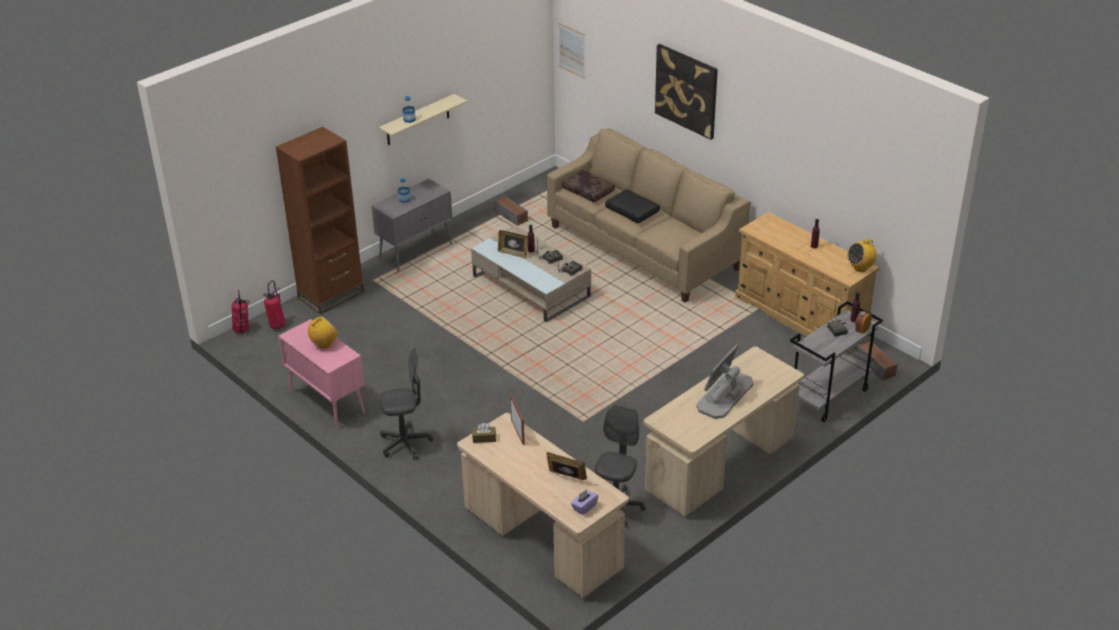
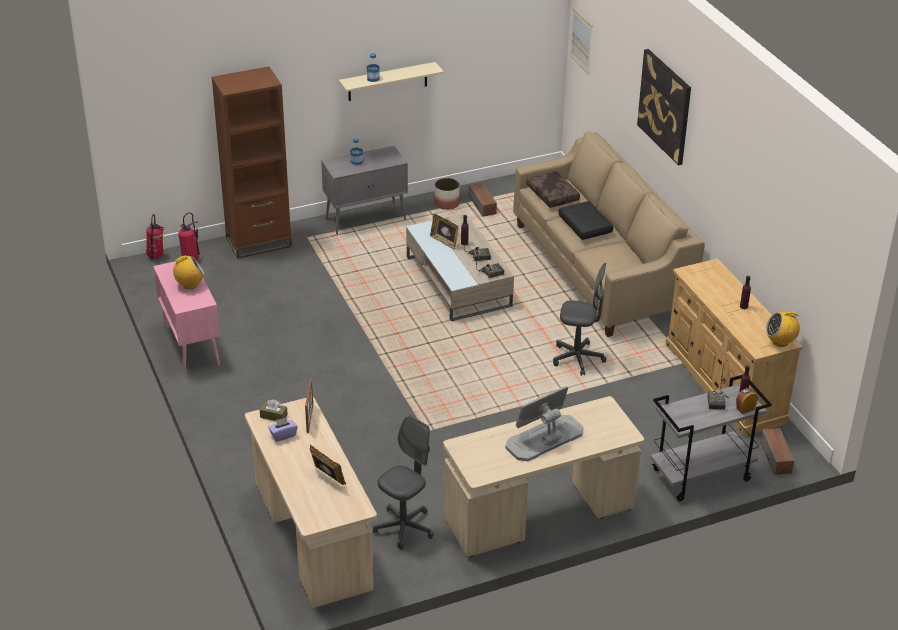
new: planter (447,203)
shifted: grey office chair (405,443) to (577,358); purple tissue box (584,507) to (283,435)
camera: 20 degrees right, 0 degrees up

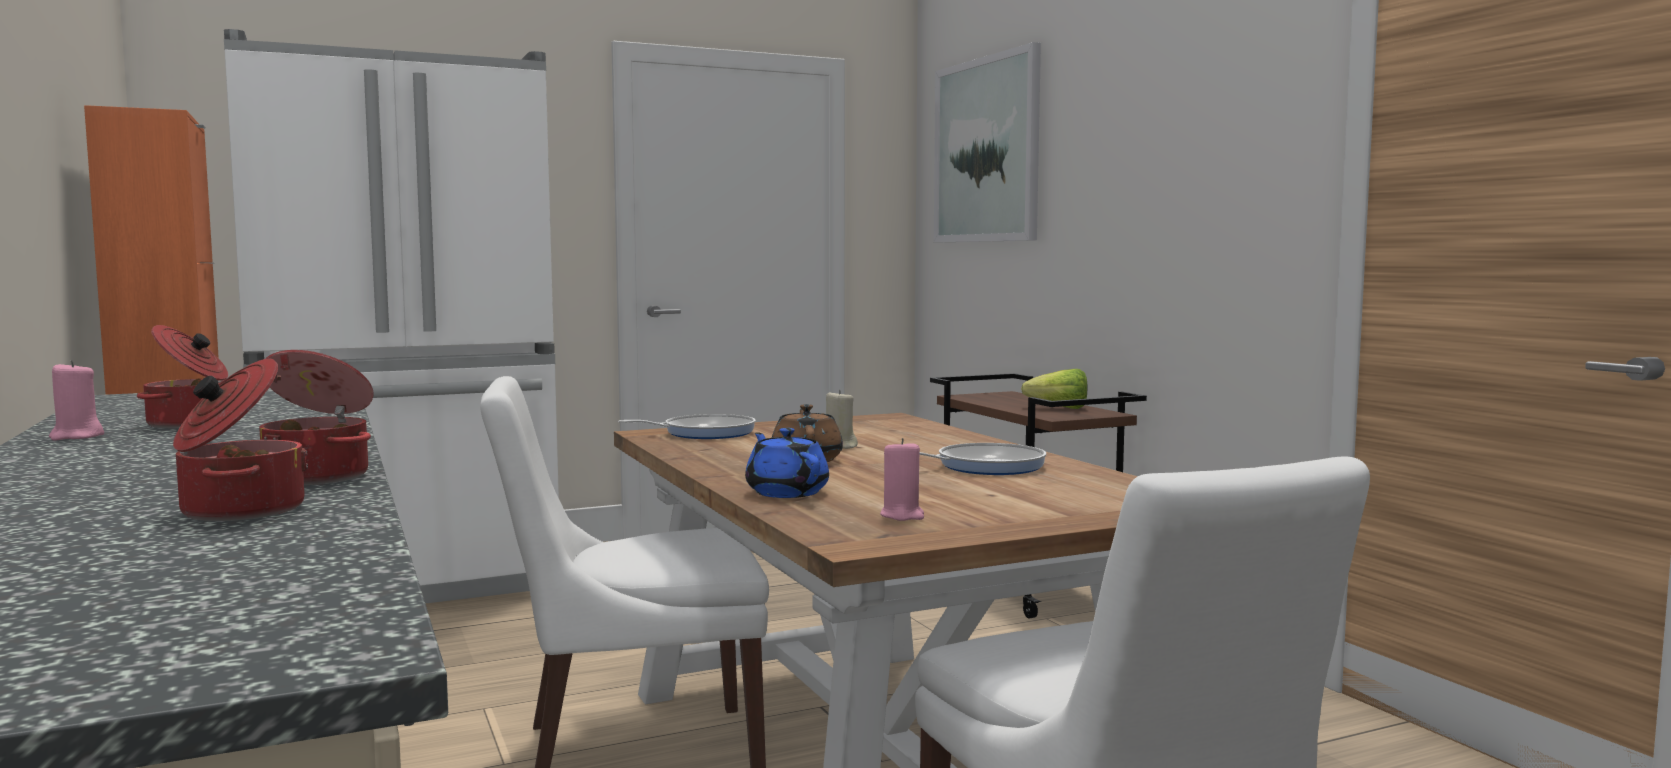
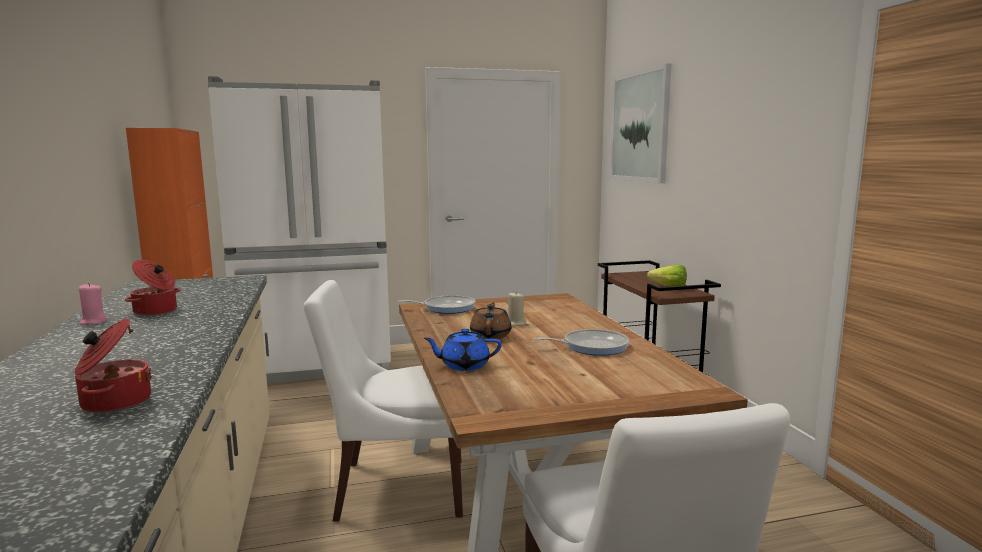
gone: cooking pot (319,477); pink candle (902,516)
rotated: blue teapot (786,492) = (464,365) 75 degrees counterclockwise
camera: 10 degrees right, 5 degrees up

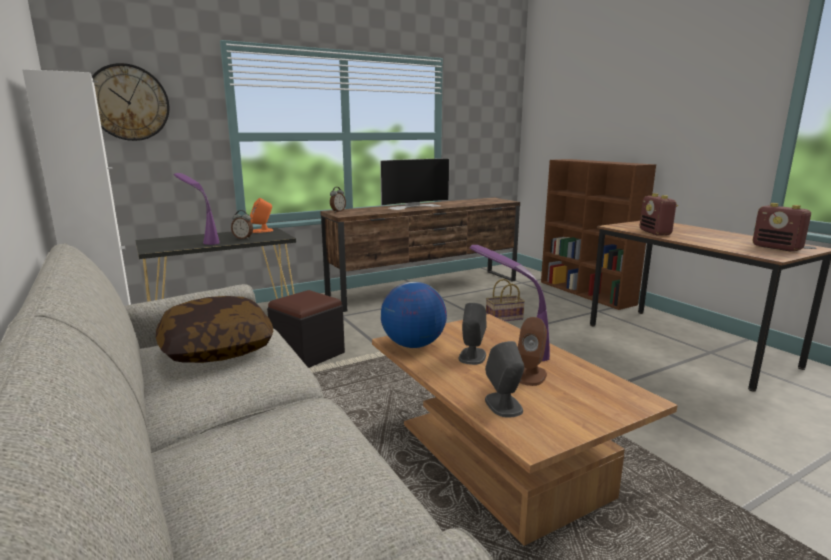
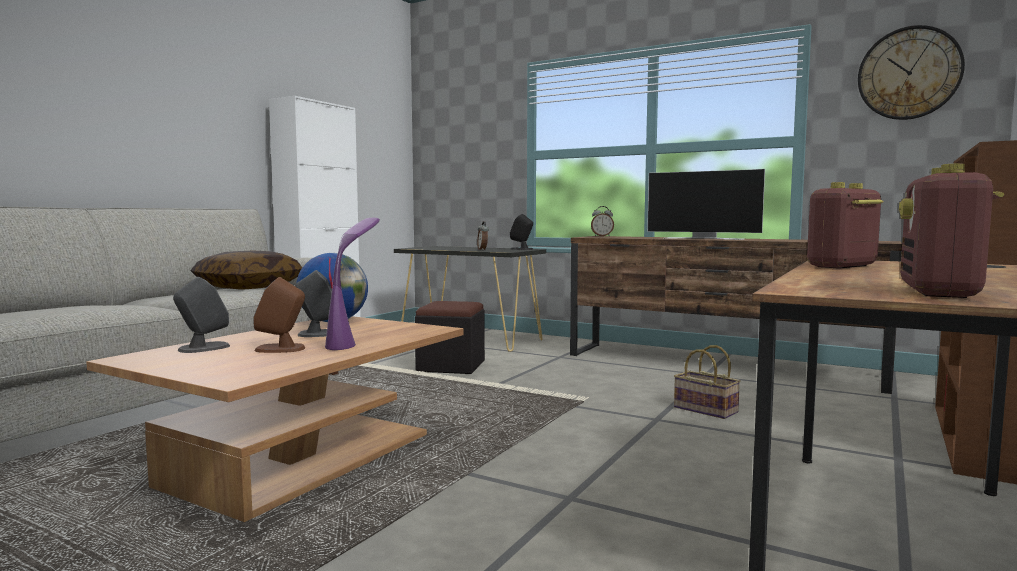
gone: purple table lamp (199,240)
shifted: wall clock (128,102) to (909,73)
repainted: orange speaker (262,231) to black speaker (521,249)
camera: 60 degrees right, 10 degrees down

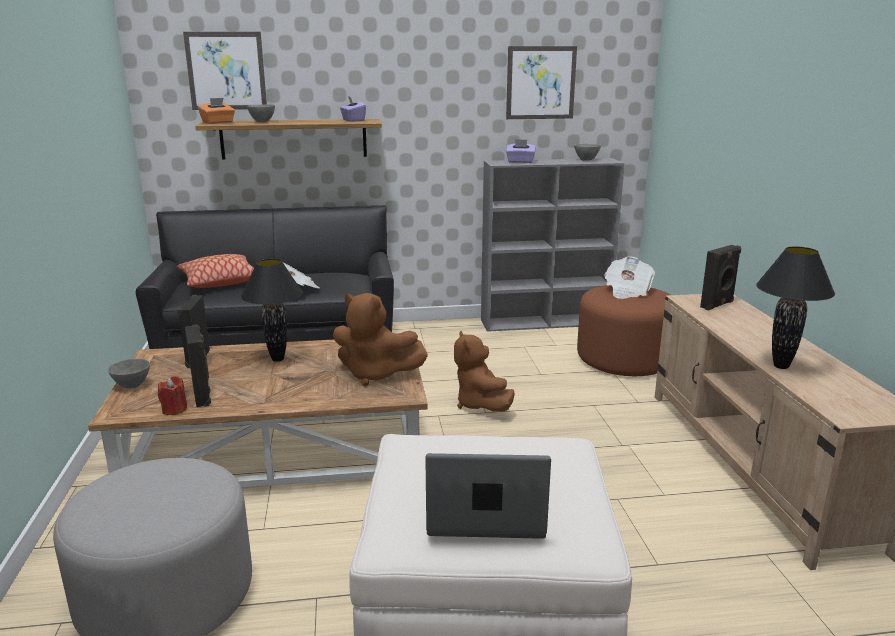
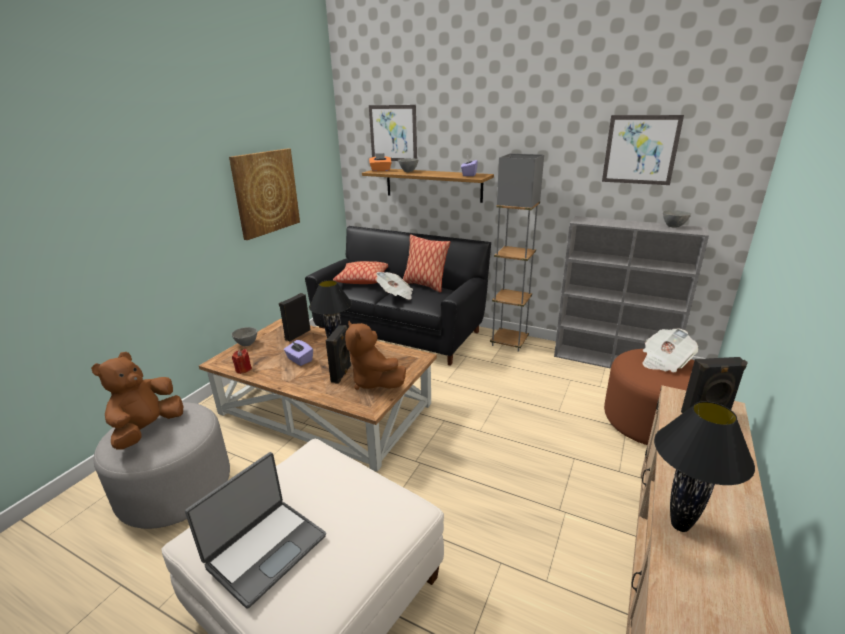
new: picture (266,192); grey floor lamp (509,342); pillow (425,285)
shifted: purple tissue box (520,162) to (299,360); black speaker (202,396) to (342,374); brown plush toy (480,404) to (148,430)
rotated: laptop (485,514) = (265,549) 90 degrees clockwise
camera: 35 degrees right, 5 degrees up

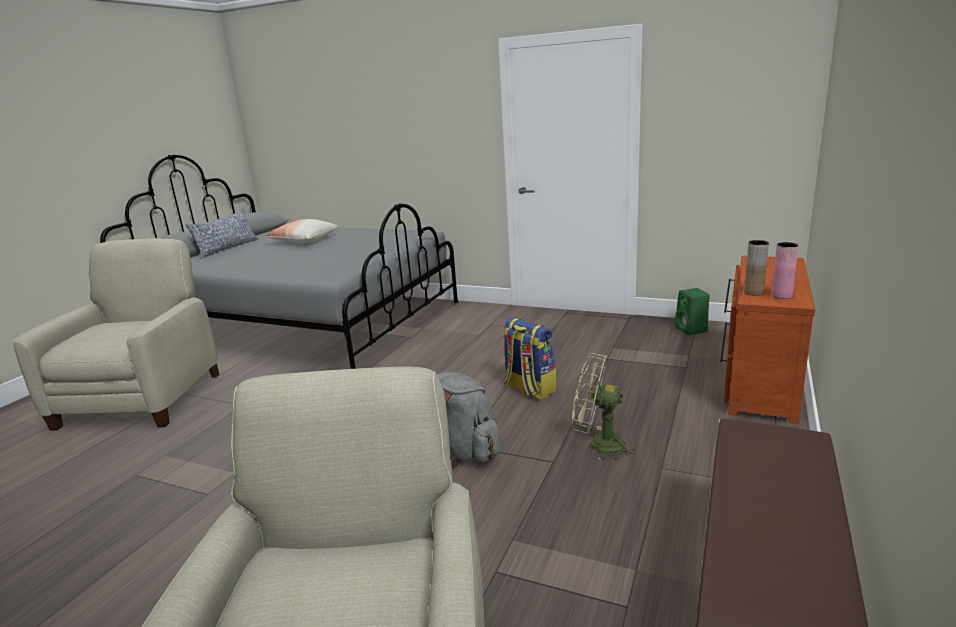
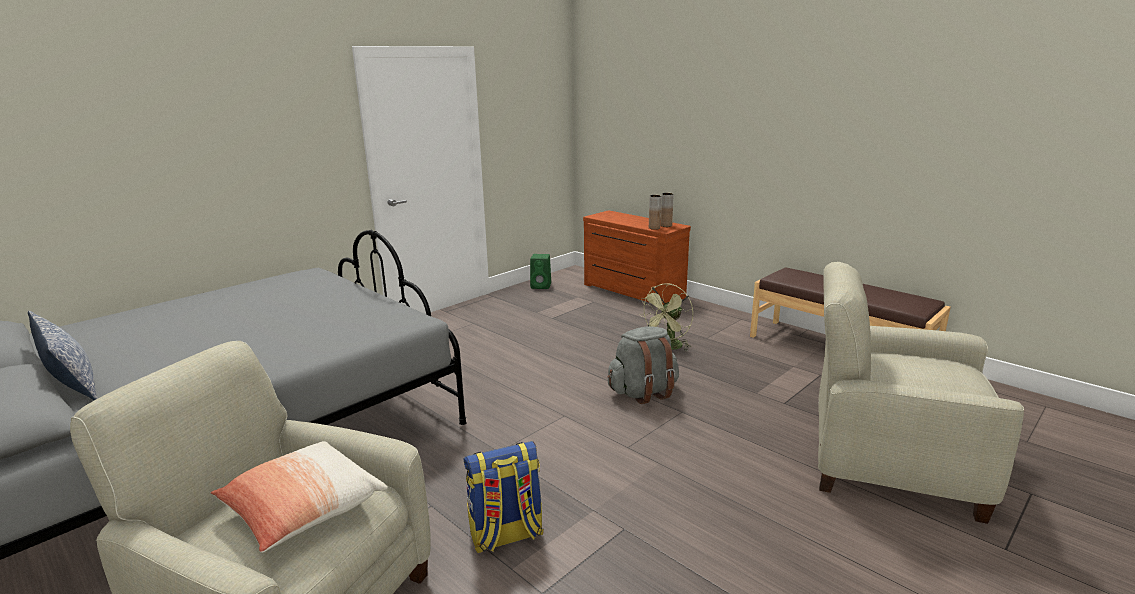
shifted: pillow (303,241) to (302,510); backpack (528,389) to (506,535)
repainted: pink vase (781,296) to brown vase (666,225)
camera: 70 degrees left, 0 degrees up

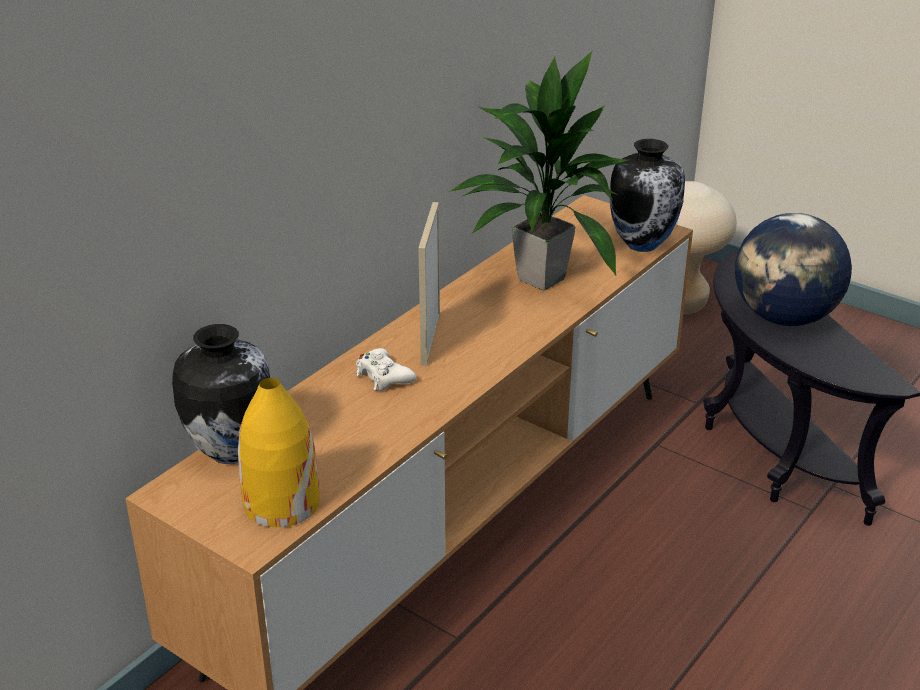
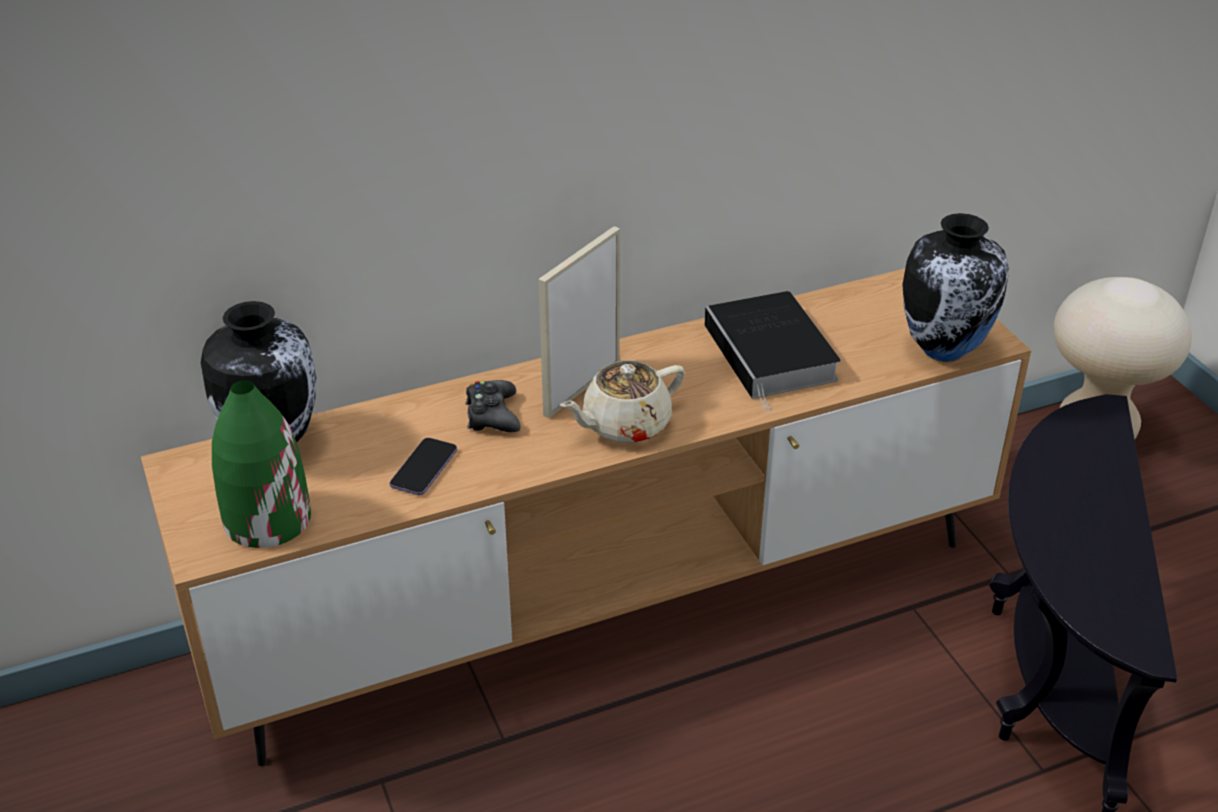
gone: globe (785,317)
new: beige teapot (624,425); phone (424,469)
swapped: potted plant (539,279) to book (773,355)
repainted: white game controller (383,377) to black game controller (492,415); yellow vase (281,503) to green vase (266,519)
camera: 30 degrees right, 5 degrees up

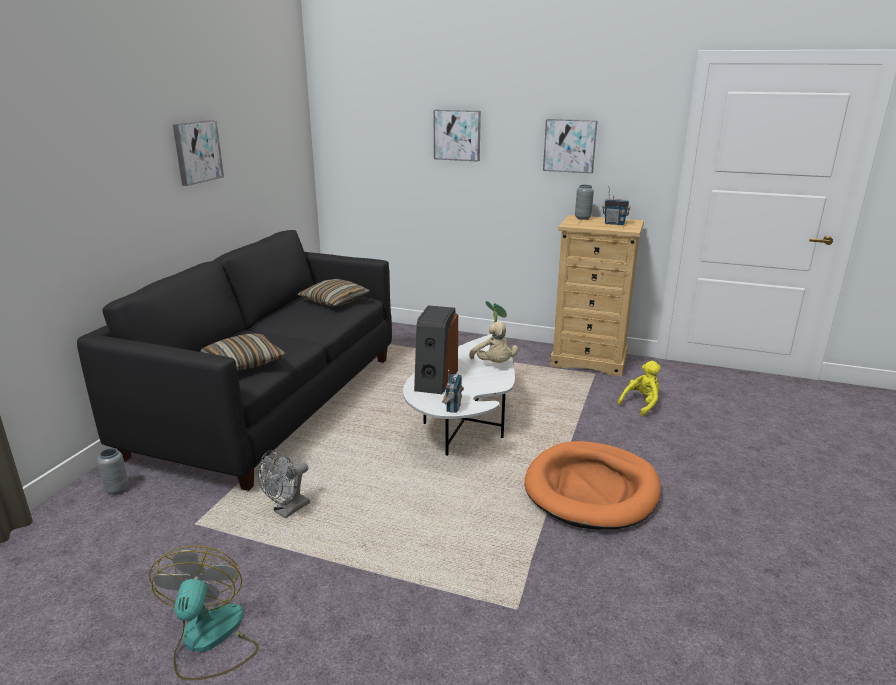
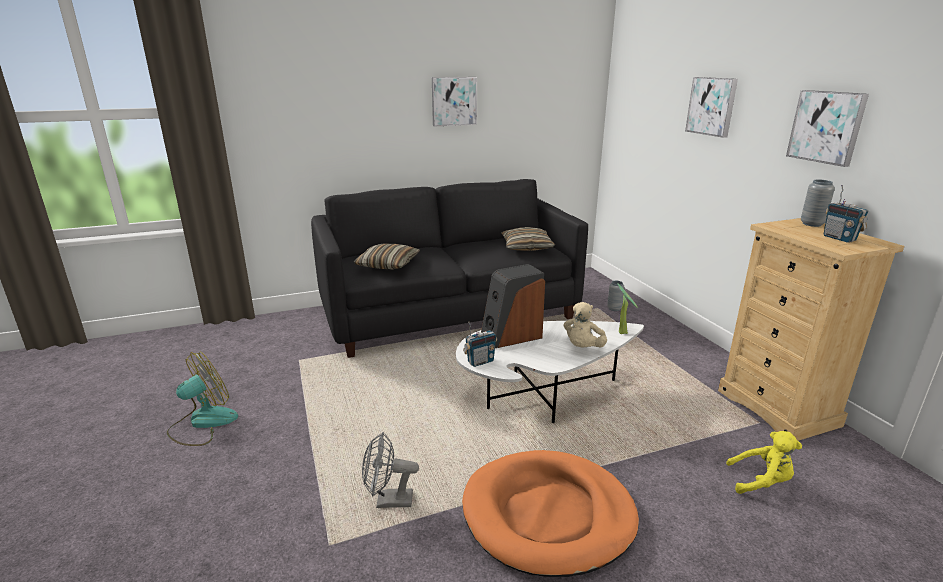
shifted: grey vase (117,489) to (614,308); grey fan (287,510) to (388,501)
camera: 50 degrees right, 0 degrees up

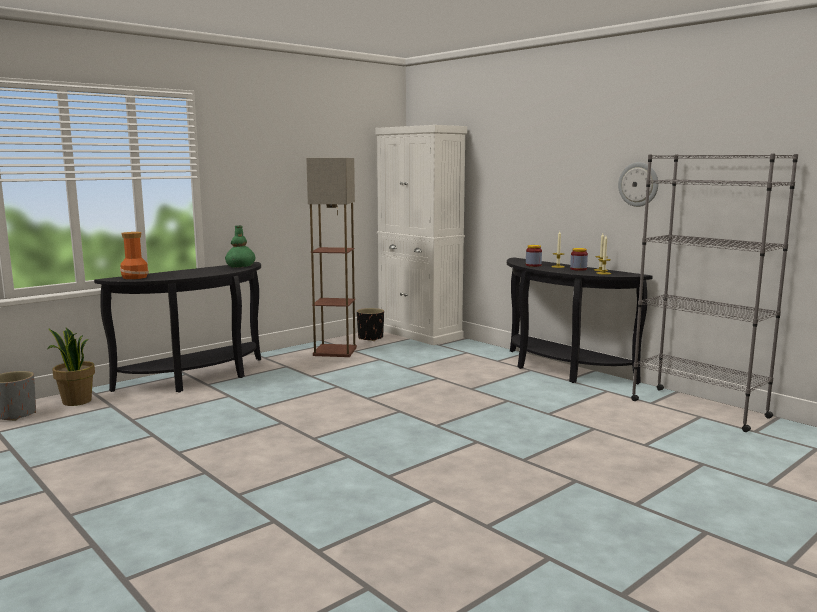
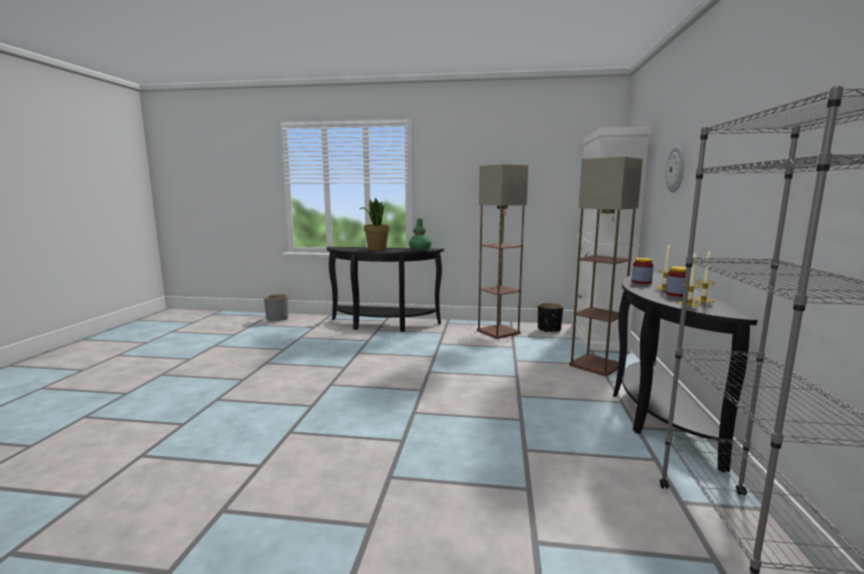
gone: vase (134,277)
new: floor lamp (596,365)
shifted: wall clock (638,184) to (676,169); potted plant (76,401) to (376,249)
camera: 50 degrees right, 0 degrees up

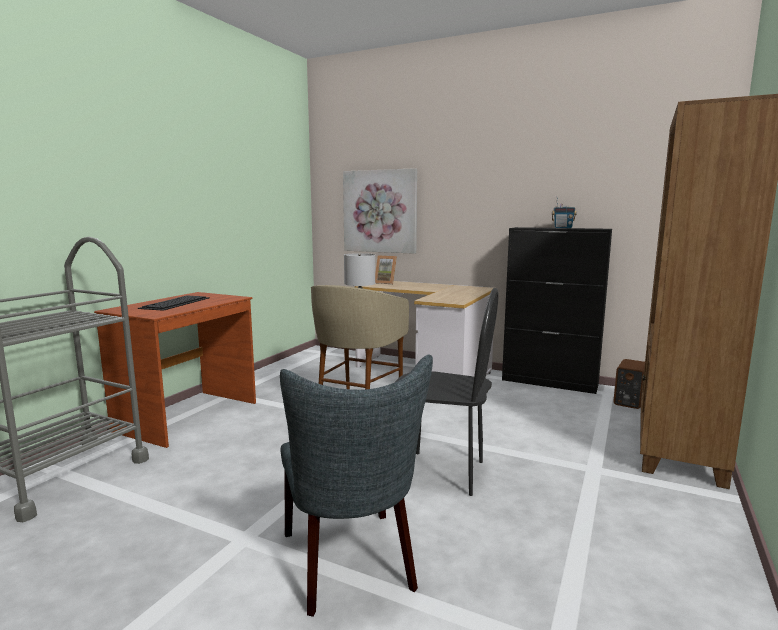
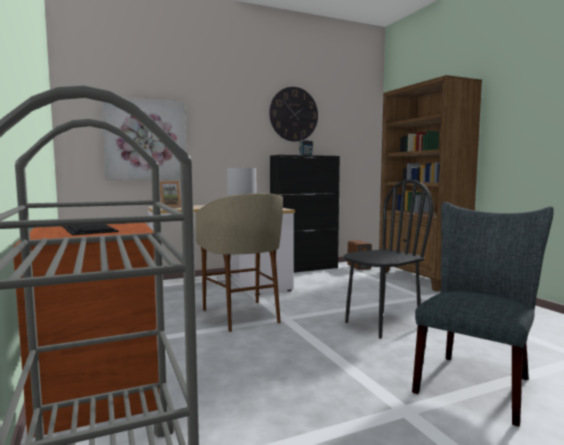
new: wall clock (293,114)
rotated: grey chair (351,565) = (476,382) 75 degrees counterclockwise
camera: 50 degrees left, 5 degrees down

